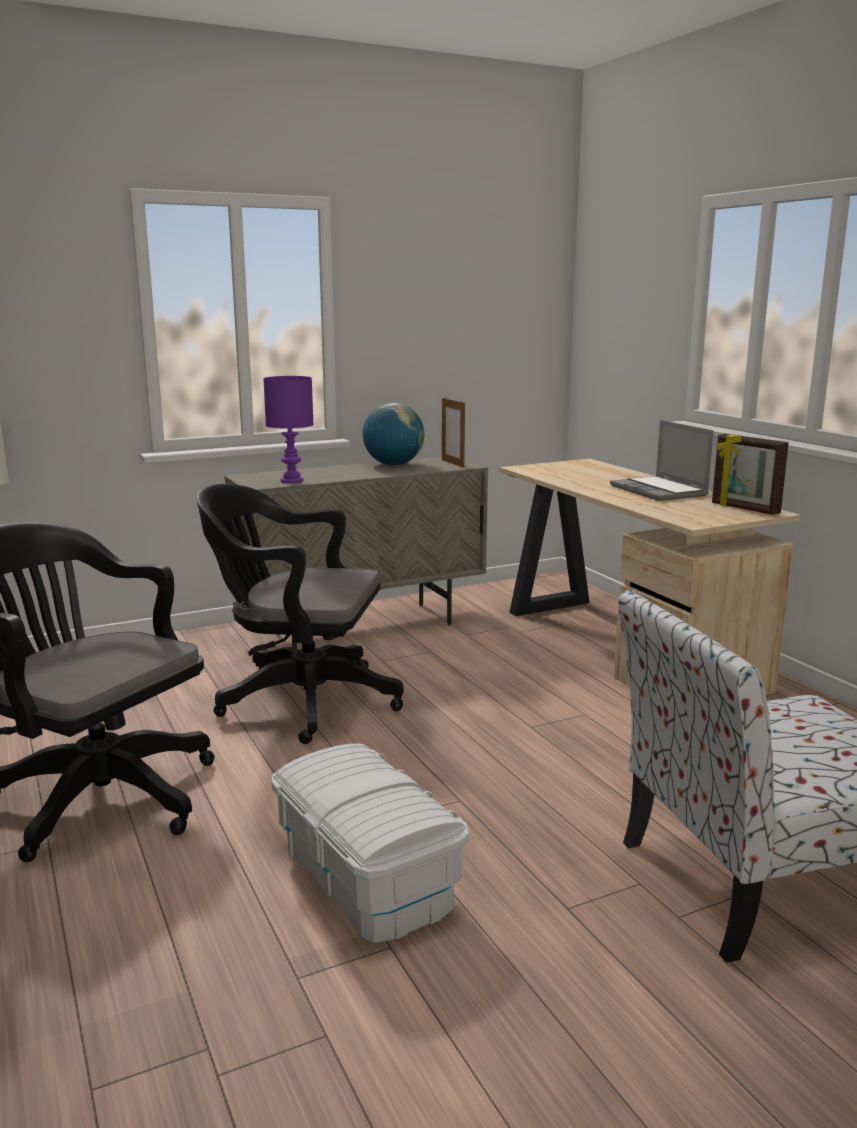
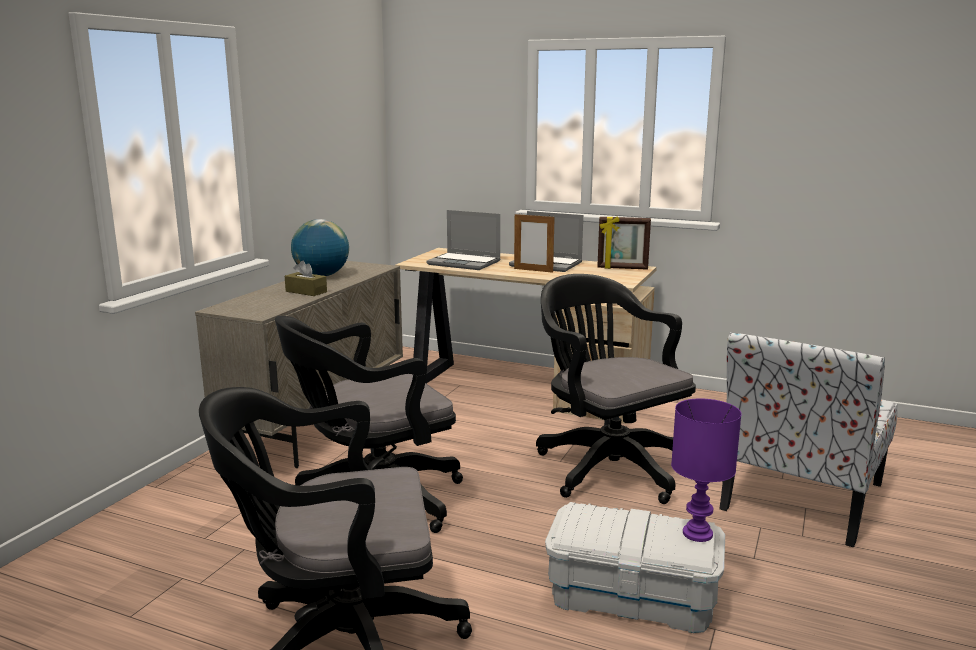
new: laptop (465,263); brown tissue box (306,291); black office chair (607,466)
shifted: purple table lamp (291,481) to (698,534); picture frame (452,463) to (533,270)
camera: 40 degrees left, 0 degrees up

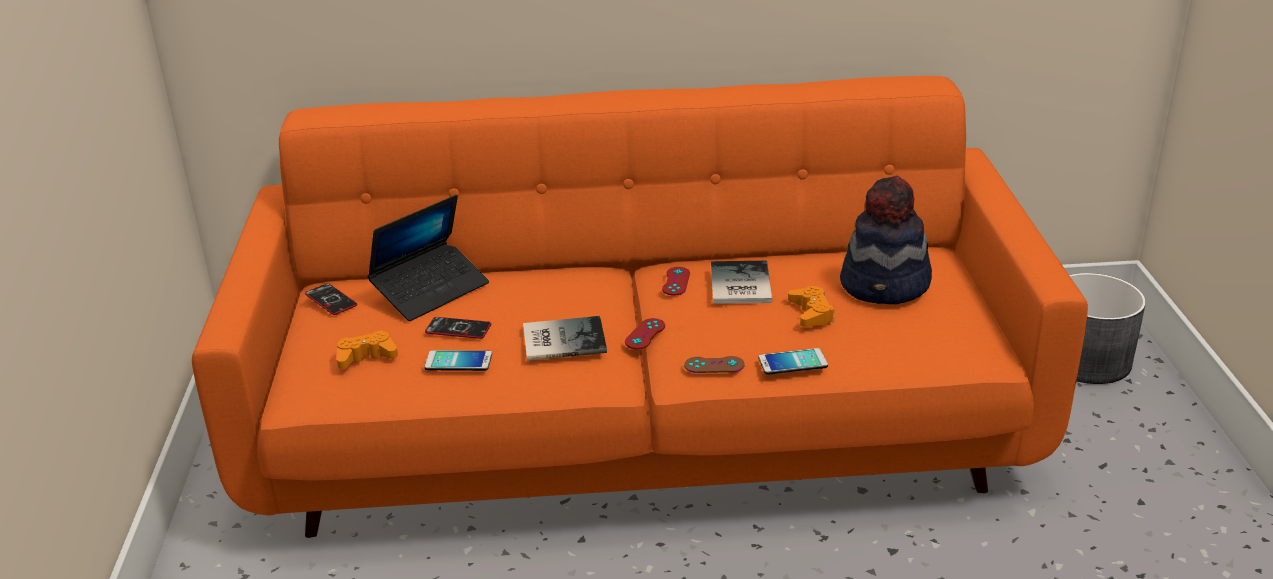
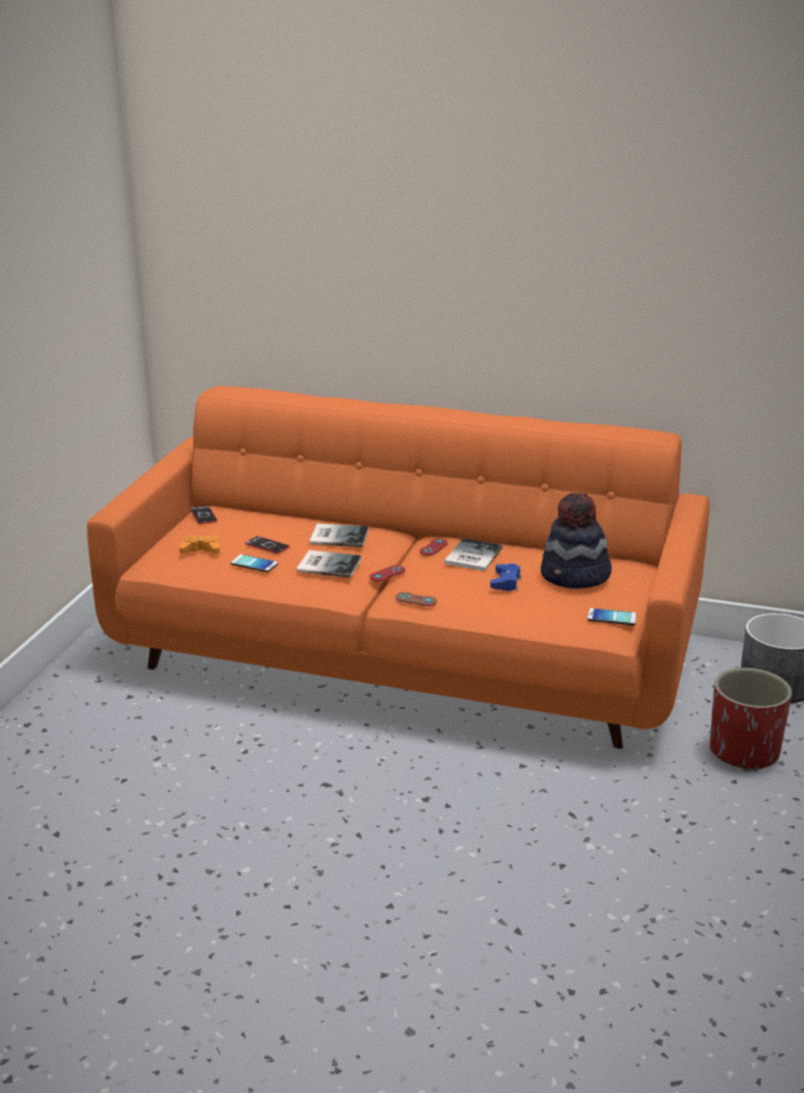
gone: laptop (431,290)
new: book (338,536); red planter (743,752)
shifted: phone (793,362) to (611,617)
repainted: orange game controller (811,313) to blue game controller (506,582)
camera: 20 degrees right, 5 degrees down

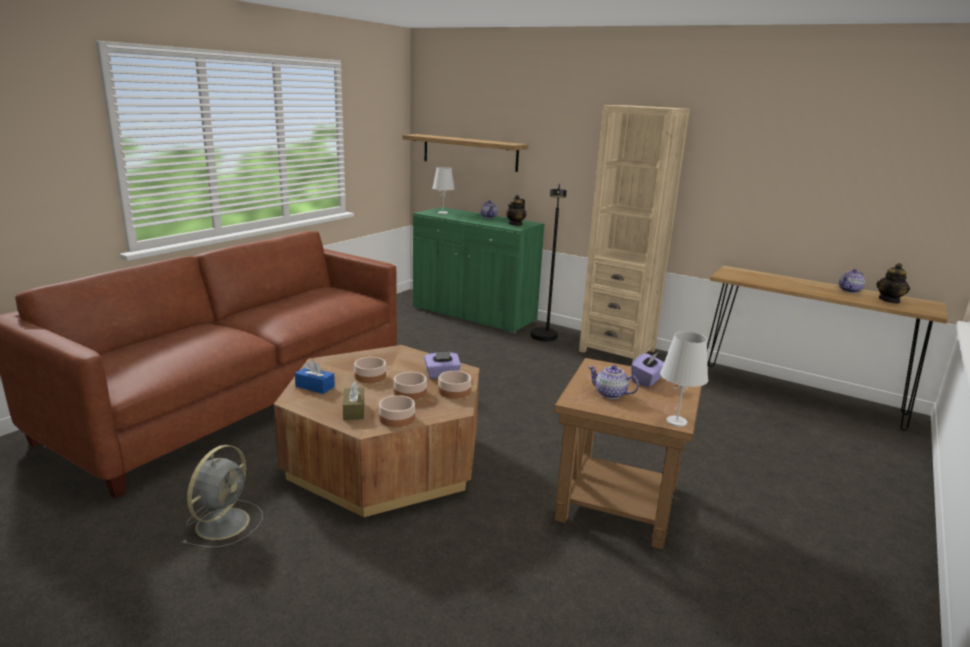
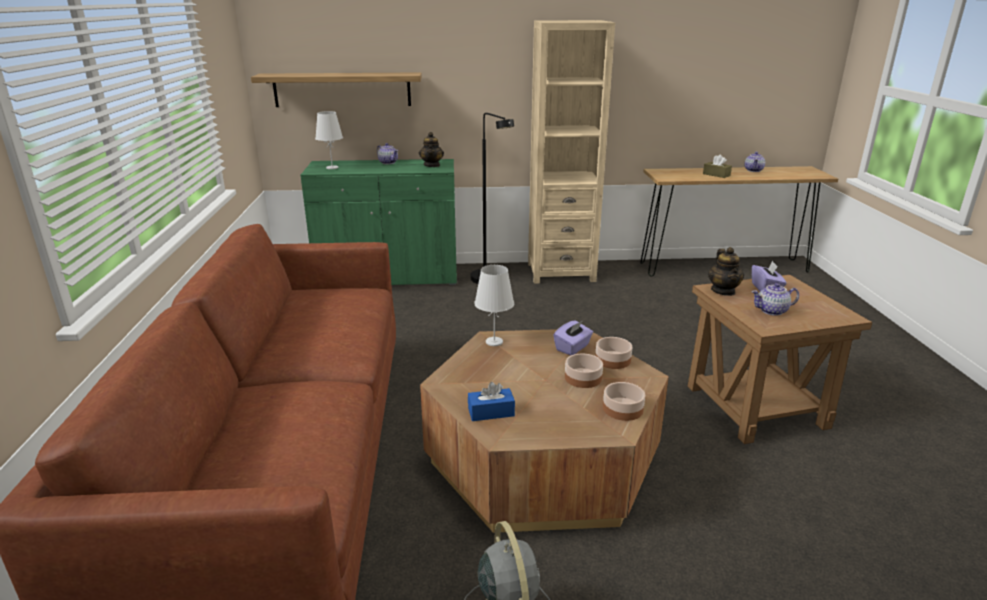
gone: bowl (370,376)
shifted: teapot (889,300) to (723,291); white table lamp (676,422) to (494,342); brown tissue box (354,410) to (716,175)
camera: 35 degrees left, 5 degrees up

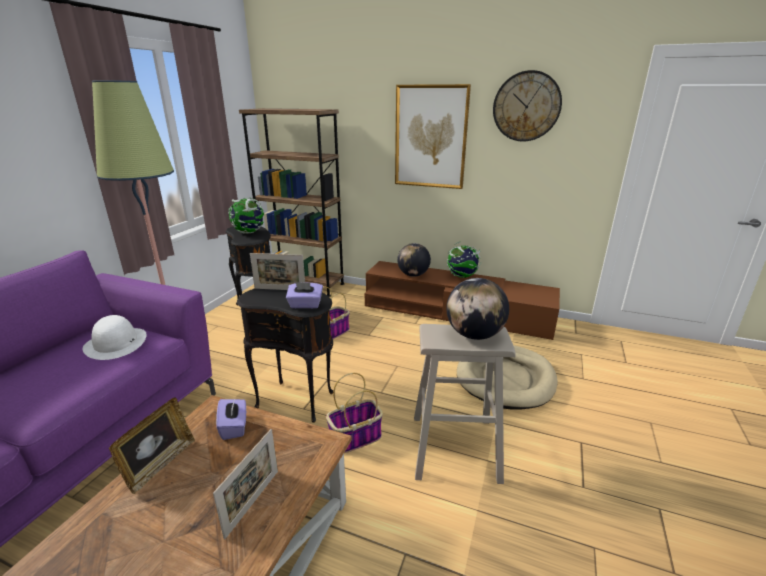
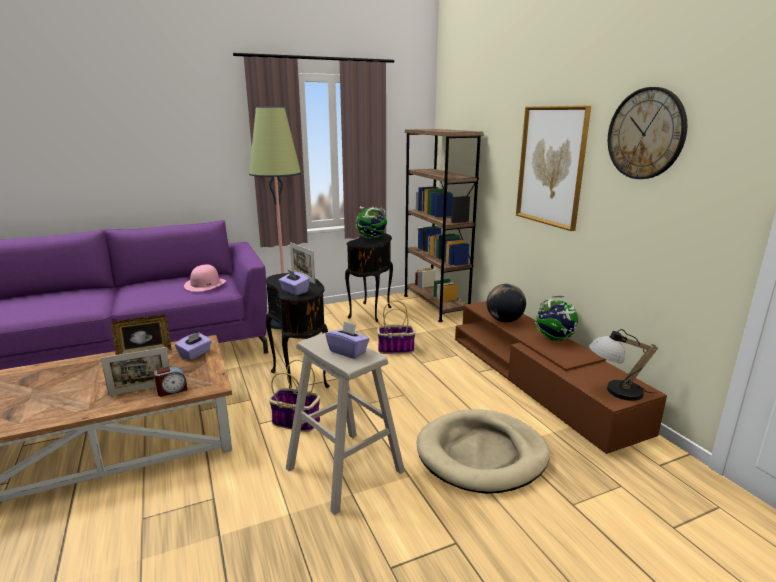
new: table lamp (614,391); alarm clock (172,390)
swapped: globe (474,335) to purple tissue box (348,351)
repainted: white hat (116,343) to pink hat (205,284)
camera: 45 degrees right, 5 degrees down

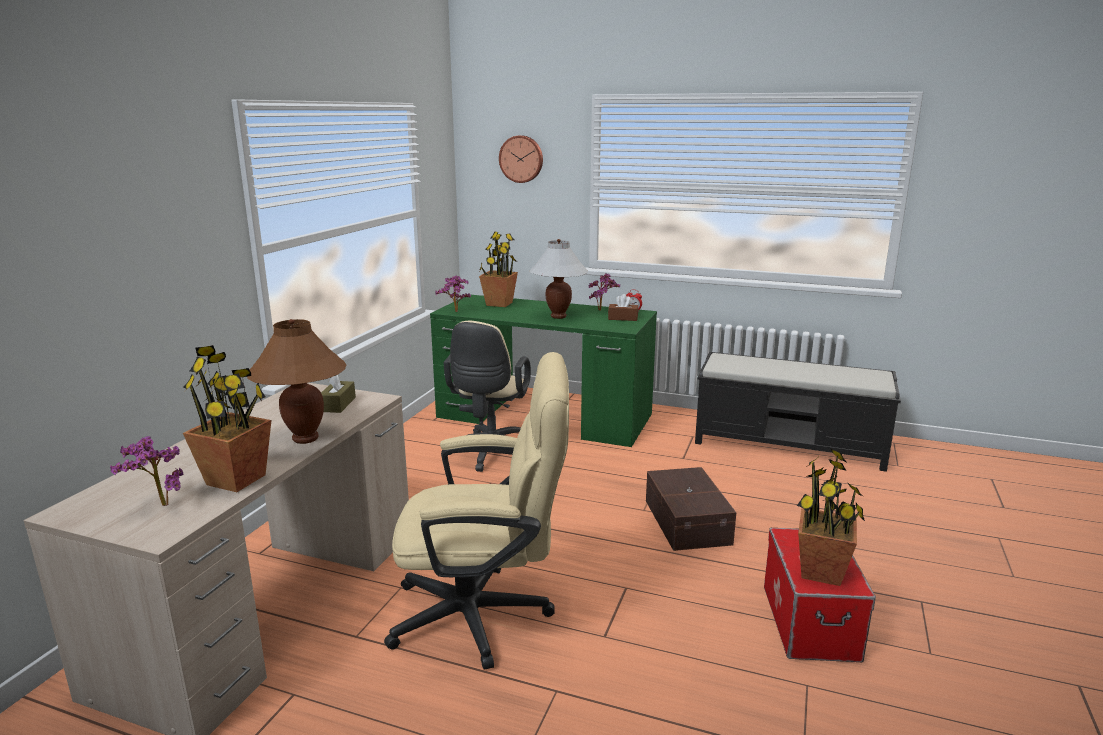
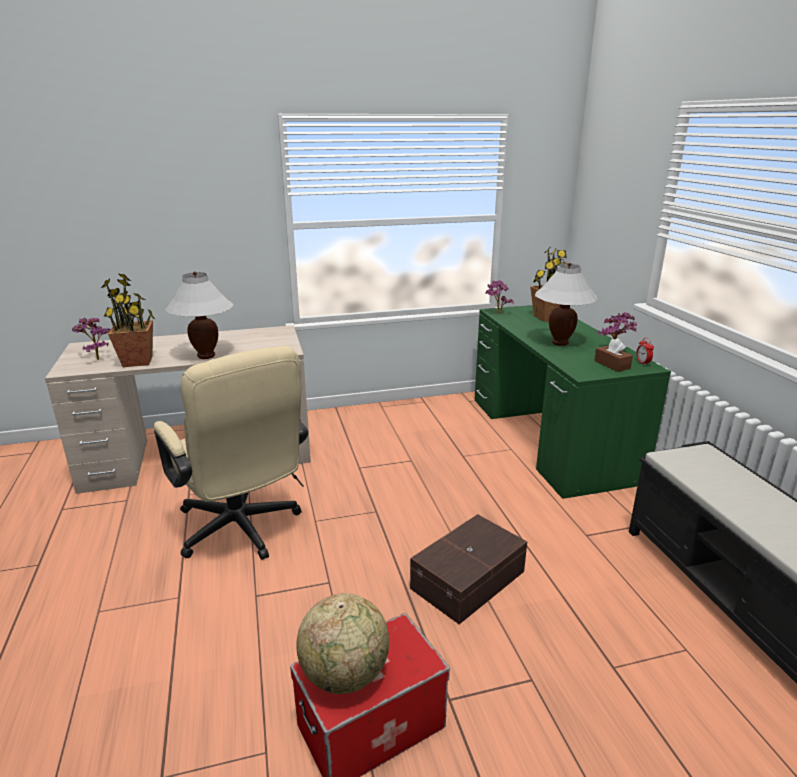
gone: wall clock (521,159); beige office chair (490,453); brown tissue box (338,404)
swapped: potted plant (822,572) to globe (345,675)
repainted: brown table lamp (306,439) to white table lamp (206,356)
camera: 55 degrees right, 5 degrees up

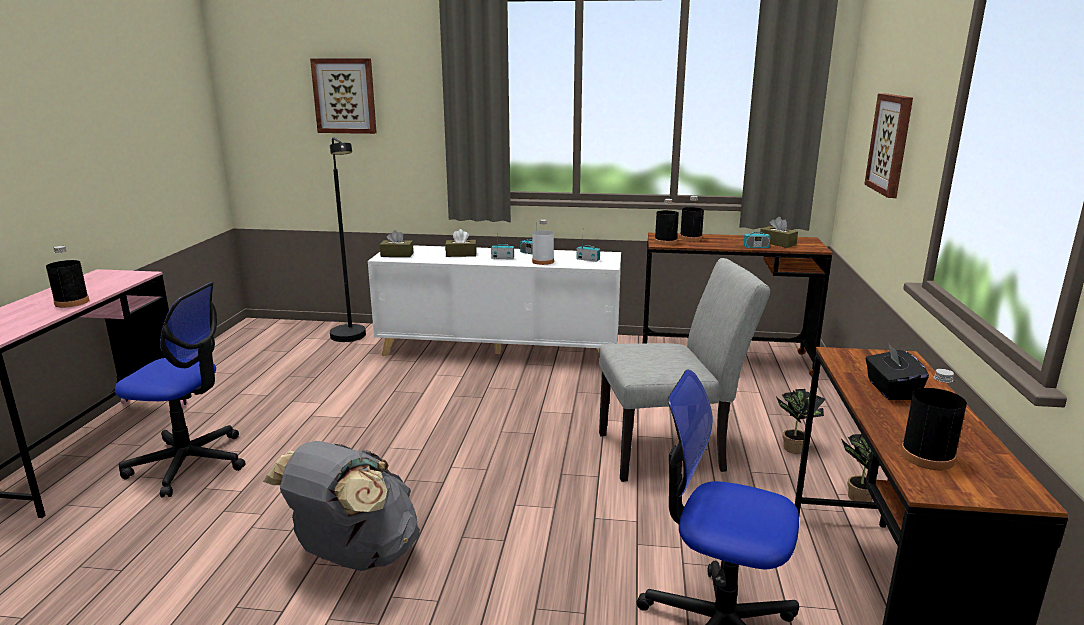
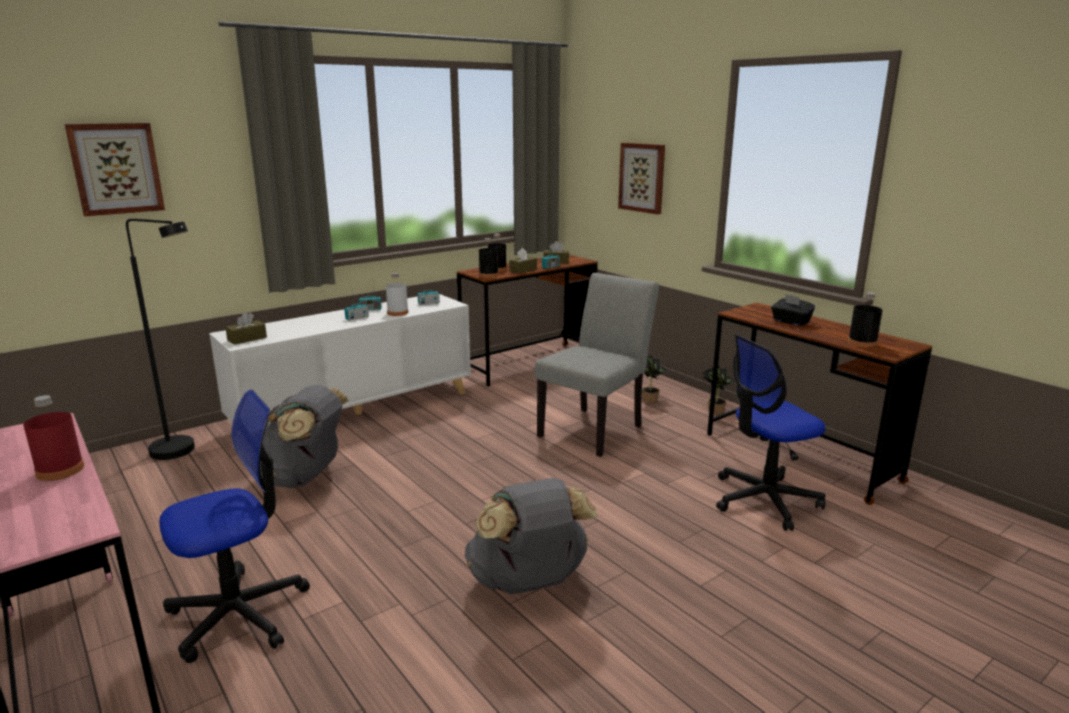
new: grey backpack (303,478)
shifted: brown tissue box (461,254) to (523,270)
repainted: black bottle (72,302) to red bottle (60,470)
camera: 45 degrees left, 0 degrees up

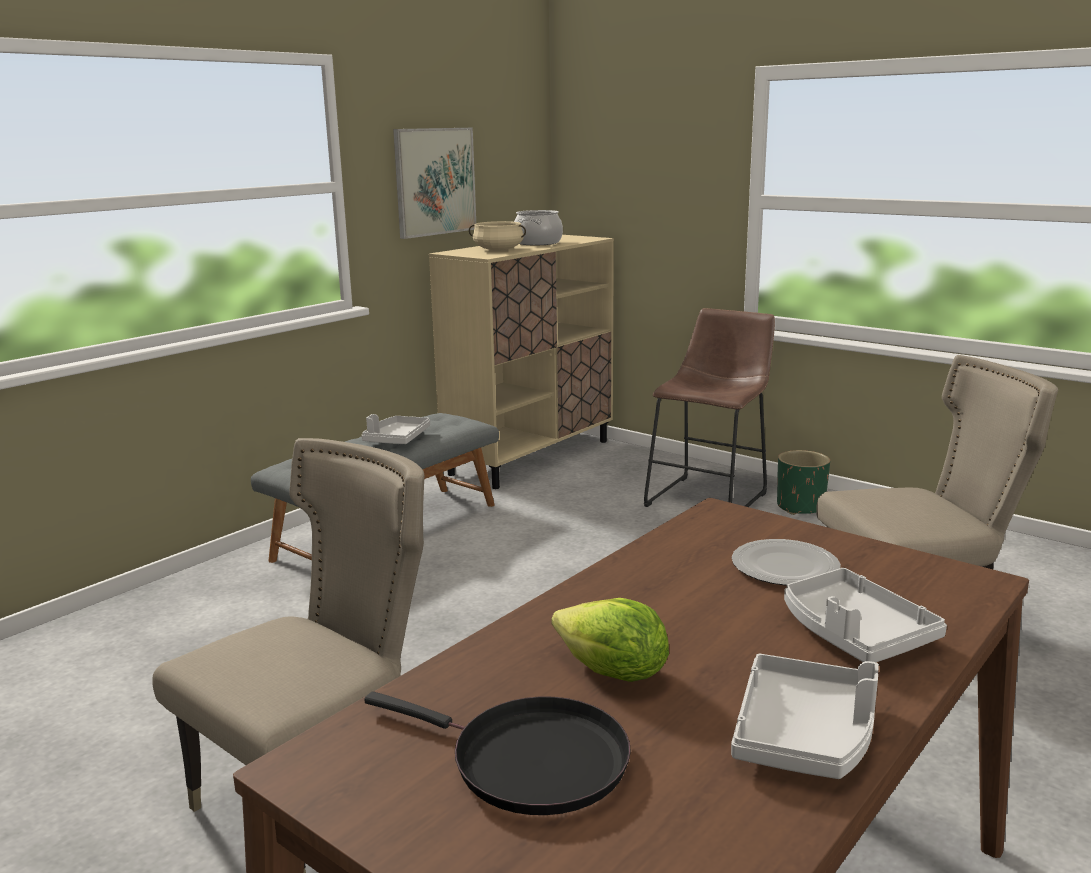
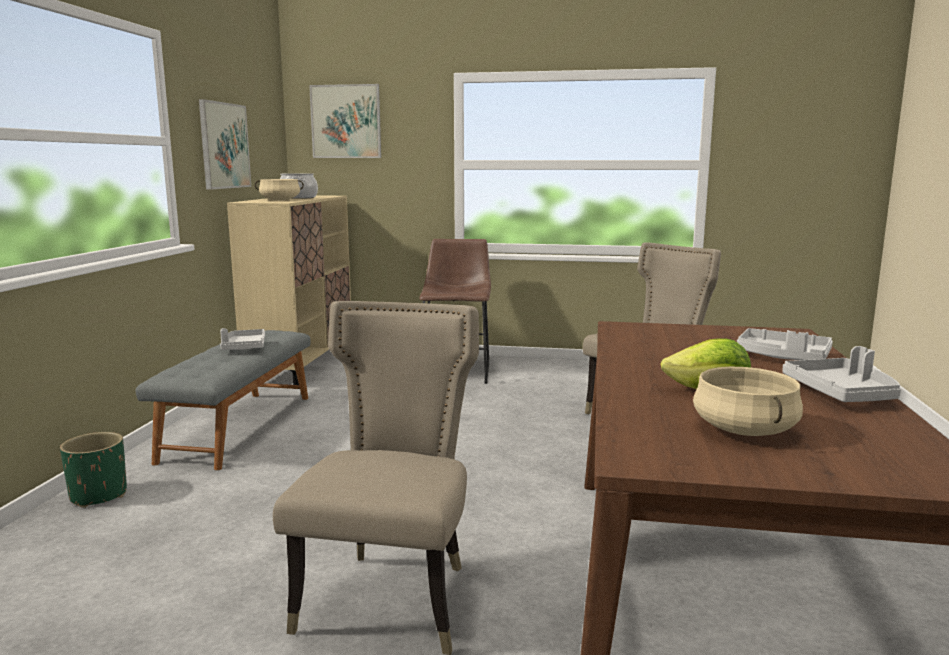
gone: plate (786,567)
new: picture (346,121)
shifted: green planter (800,507) to (98,496)
swapped: black frying pan (529,761) to beige cooking pot (745,430)
camera: 30 degrees left, 5 degrees down

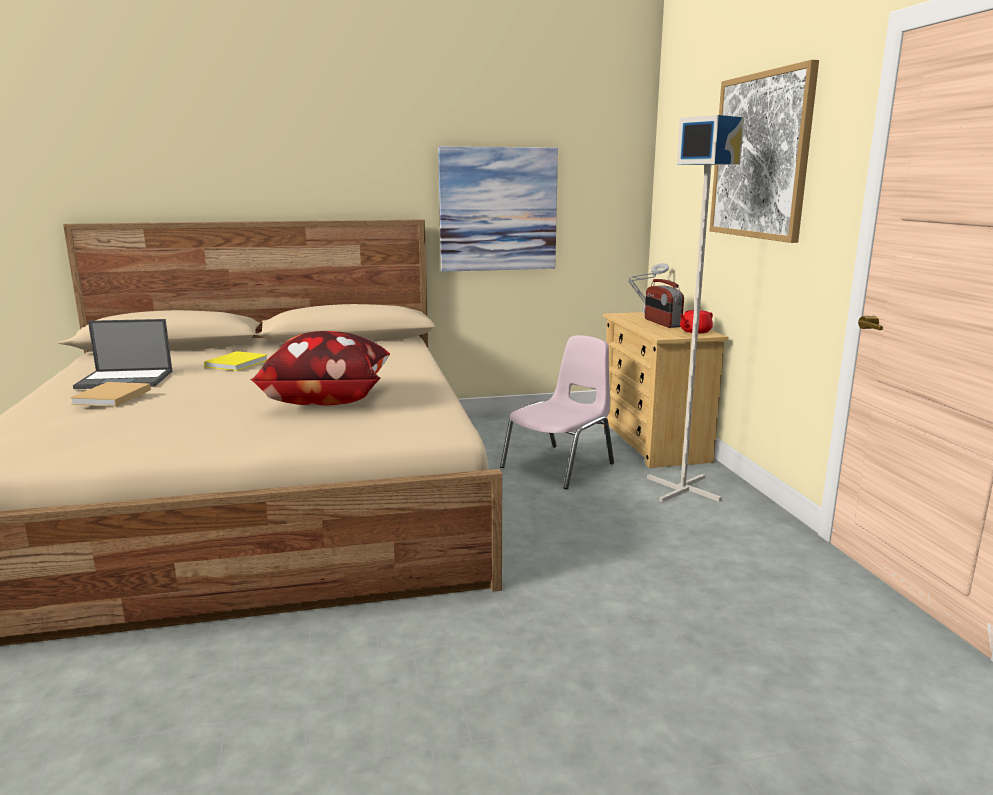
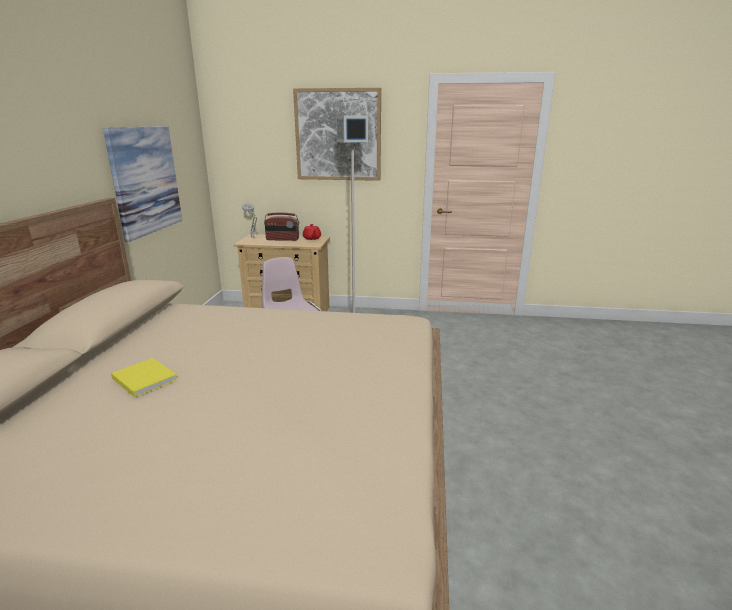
gone: laptop (126,379); pillow (326,400); beige book (110,397)
camera: 70 degrees left, 5 degrees up

